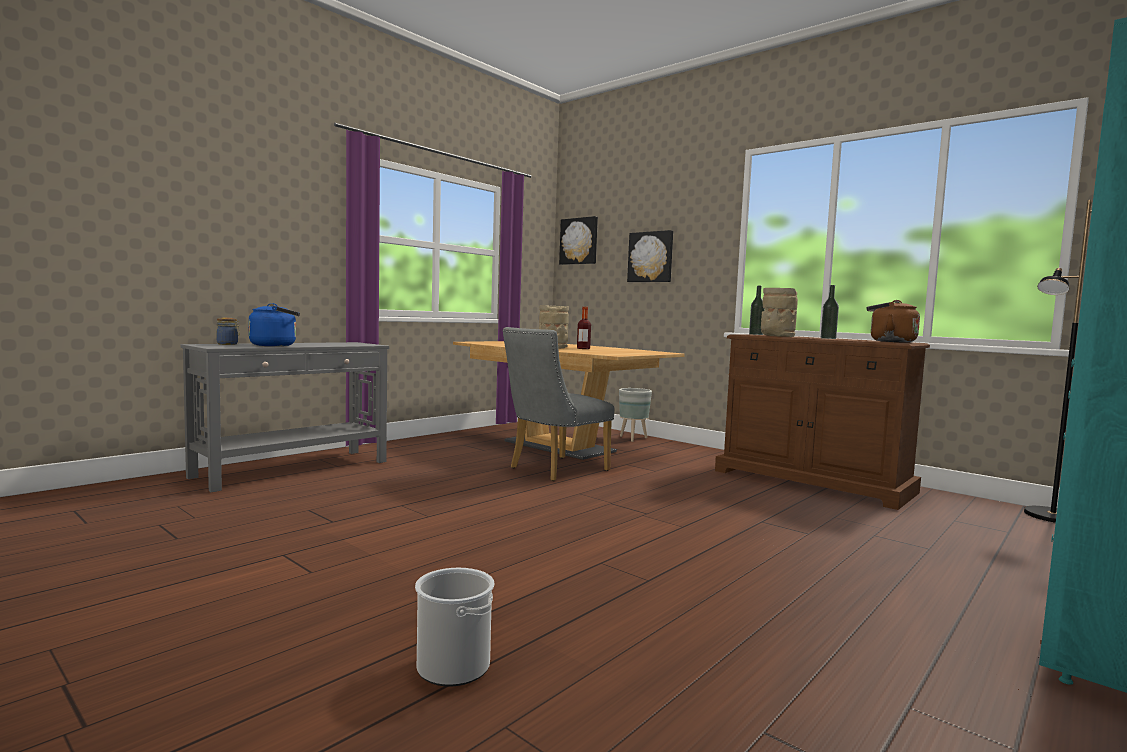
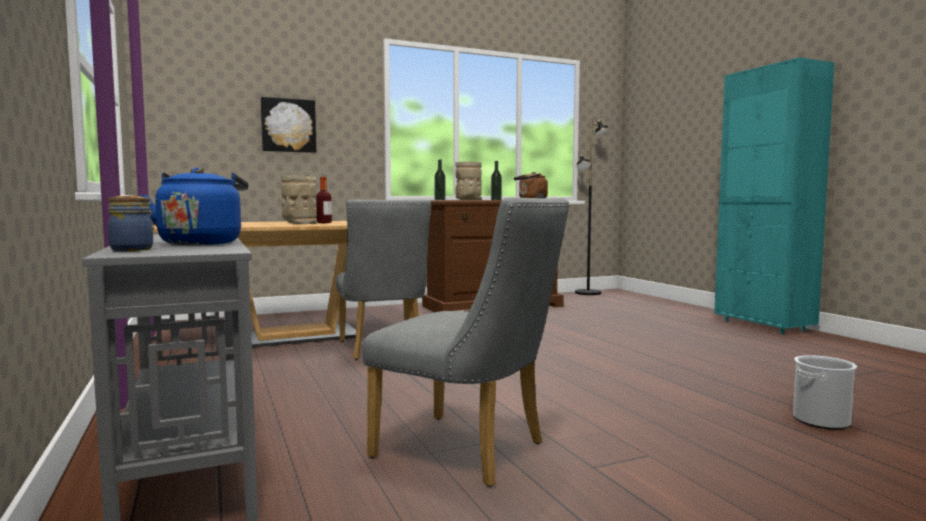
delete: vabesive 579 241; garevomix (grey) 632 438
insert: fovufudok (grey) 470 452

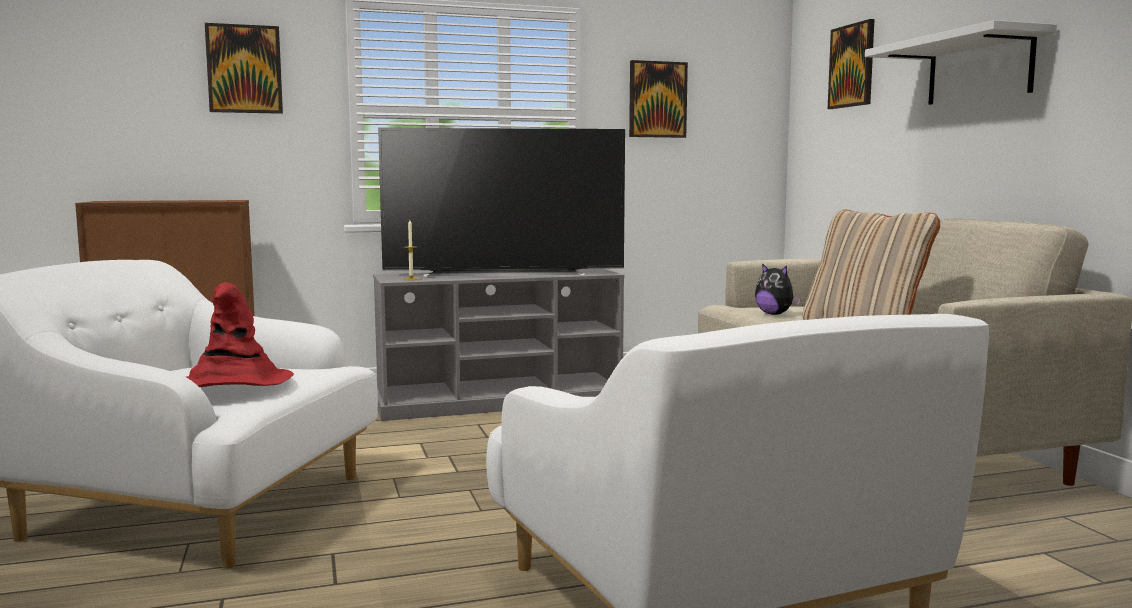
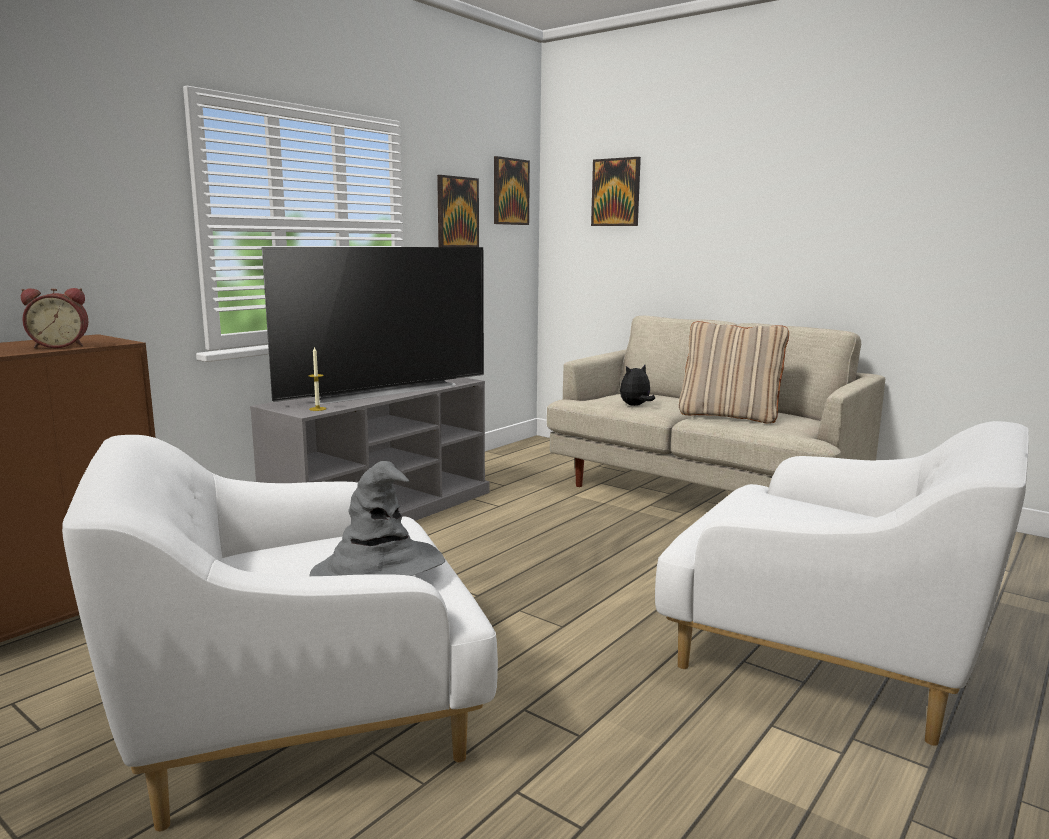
delete: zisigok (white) 979 69
insert: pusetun 60 346
move: vabesive 244 69 to 510 191
recolor: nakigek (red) 231 384 to nakigek (grey) 379 569
rotate: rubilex 775 314 = 635 406 135 degrees clockwise

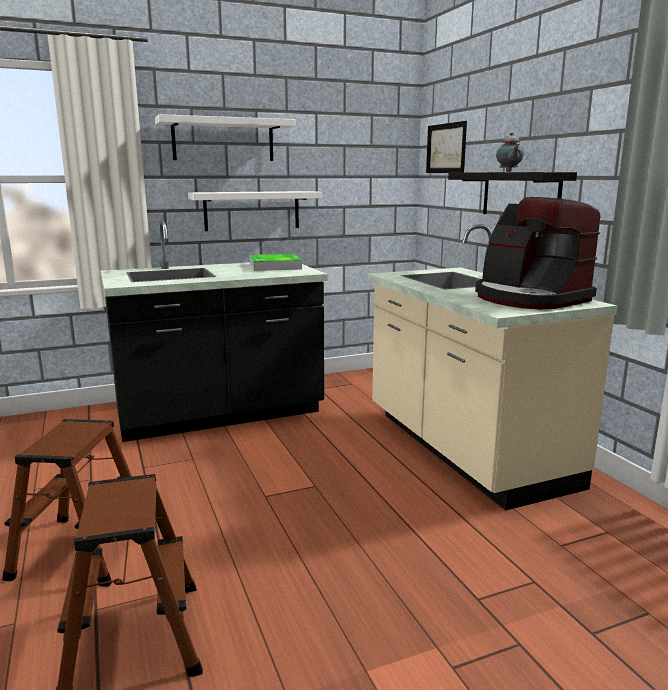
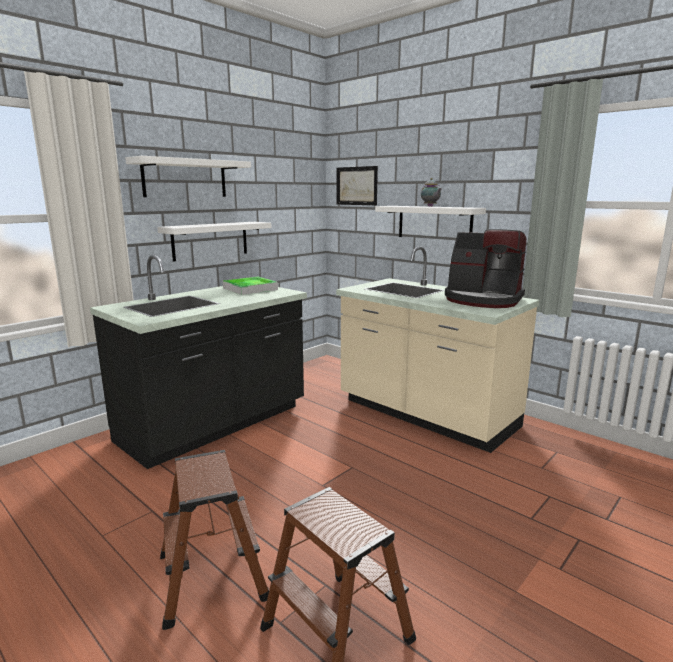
recolor: zisigok (black) 520 195 to zisigok (white) 434 223

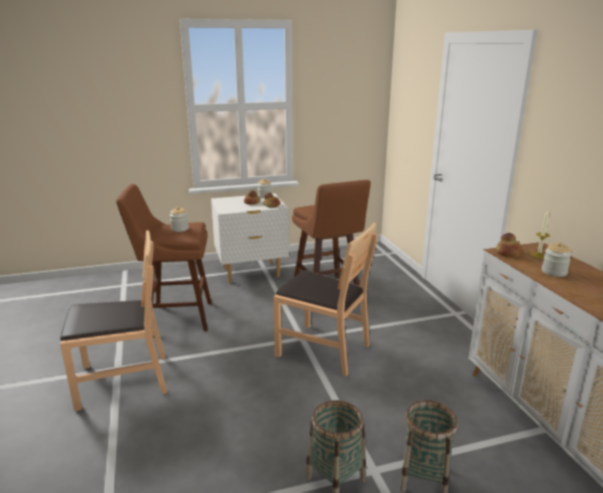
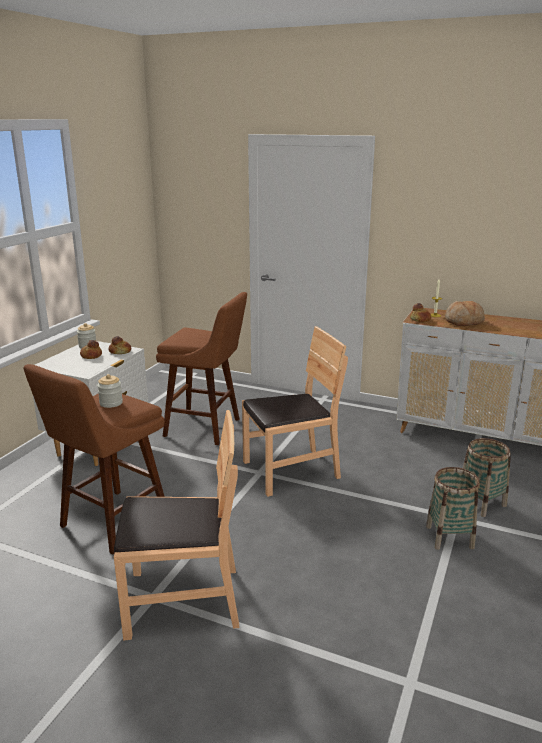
replace: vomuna 554 272 to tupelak 464 322
rotate: fovufudok (brown) 123 380 = 182 600 60 degrees clockwise

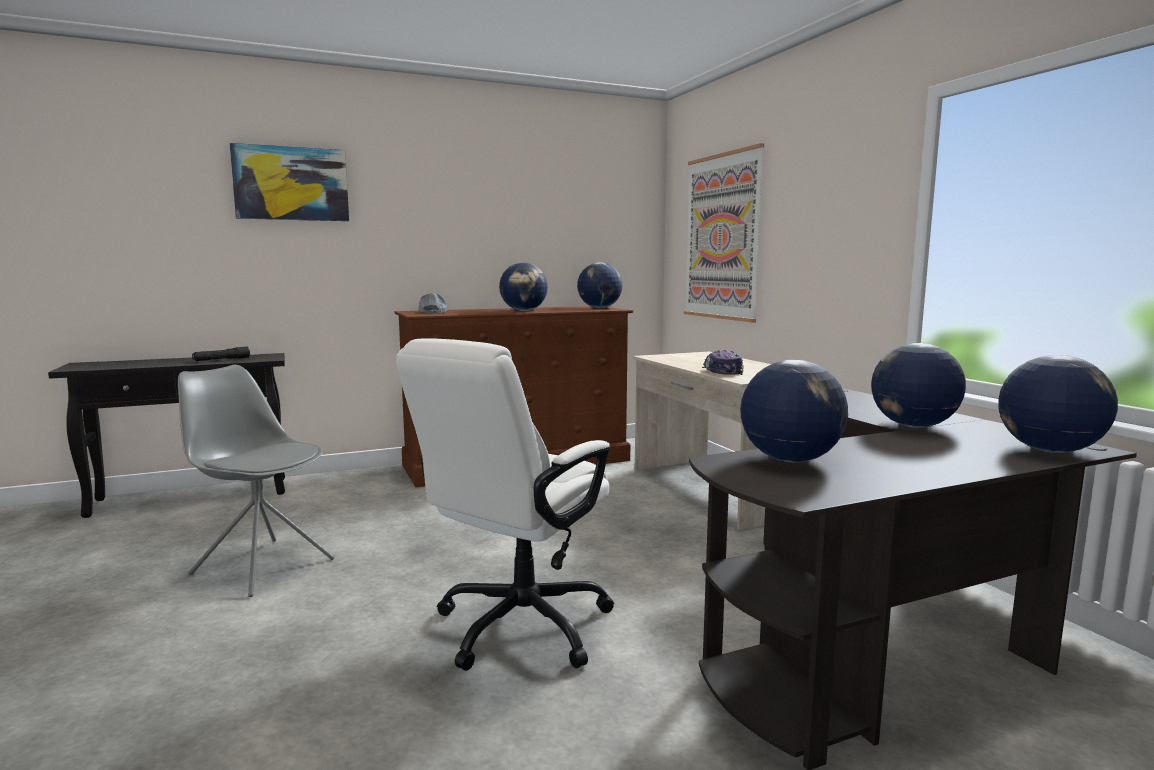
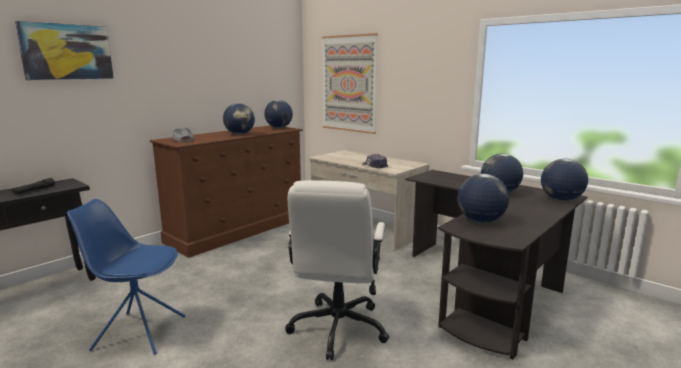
recolor: fovufudok (grey) 262 565 to fovufudok (blue) 138 332

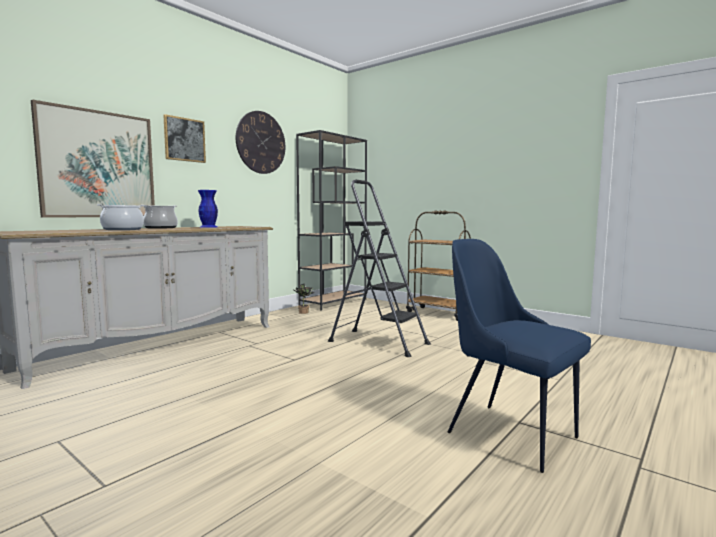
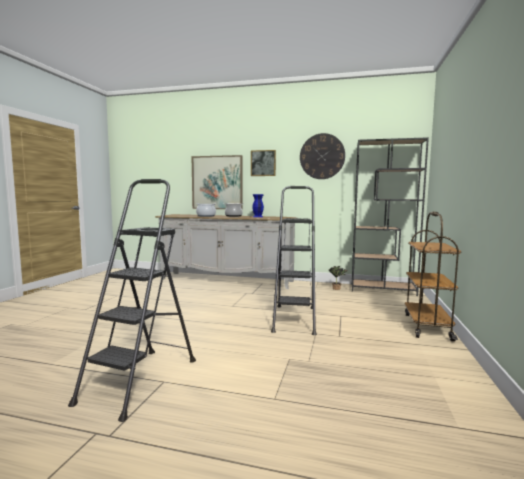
replace: fovufudok (blue) 510 435 to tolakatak 141 379

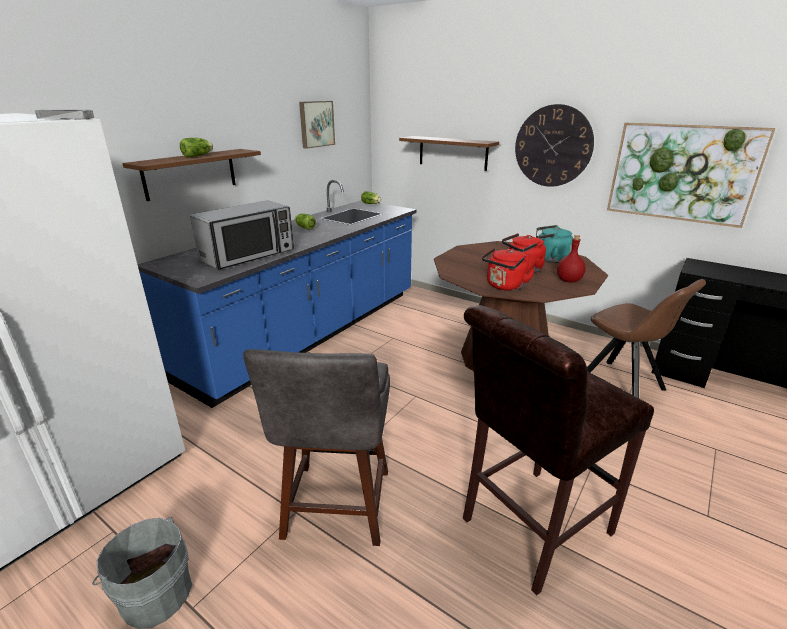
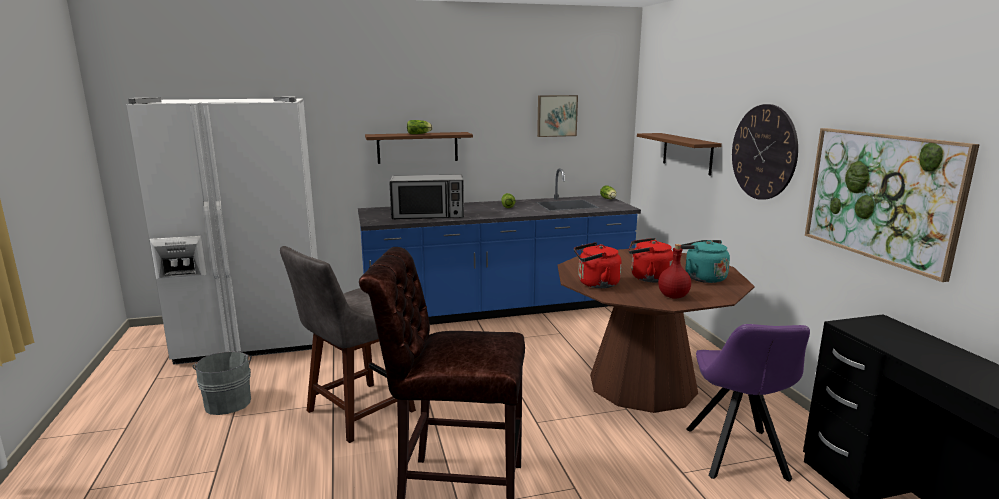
recolor: fovufudok (brown) 621 385 to fovufudok (purple) 736 454

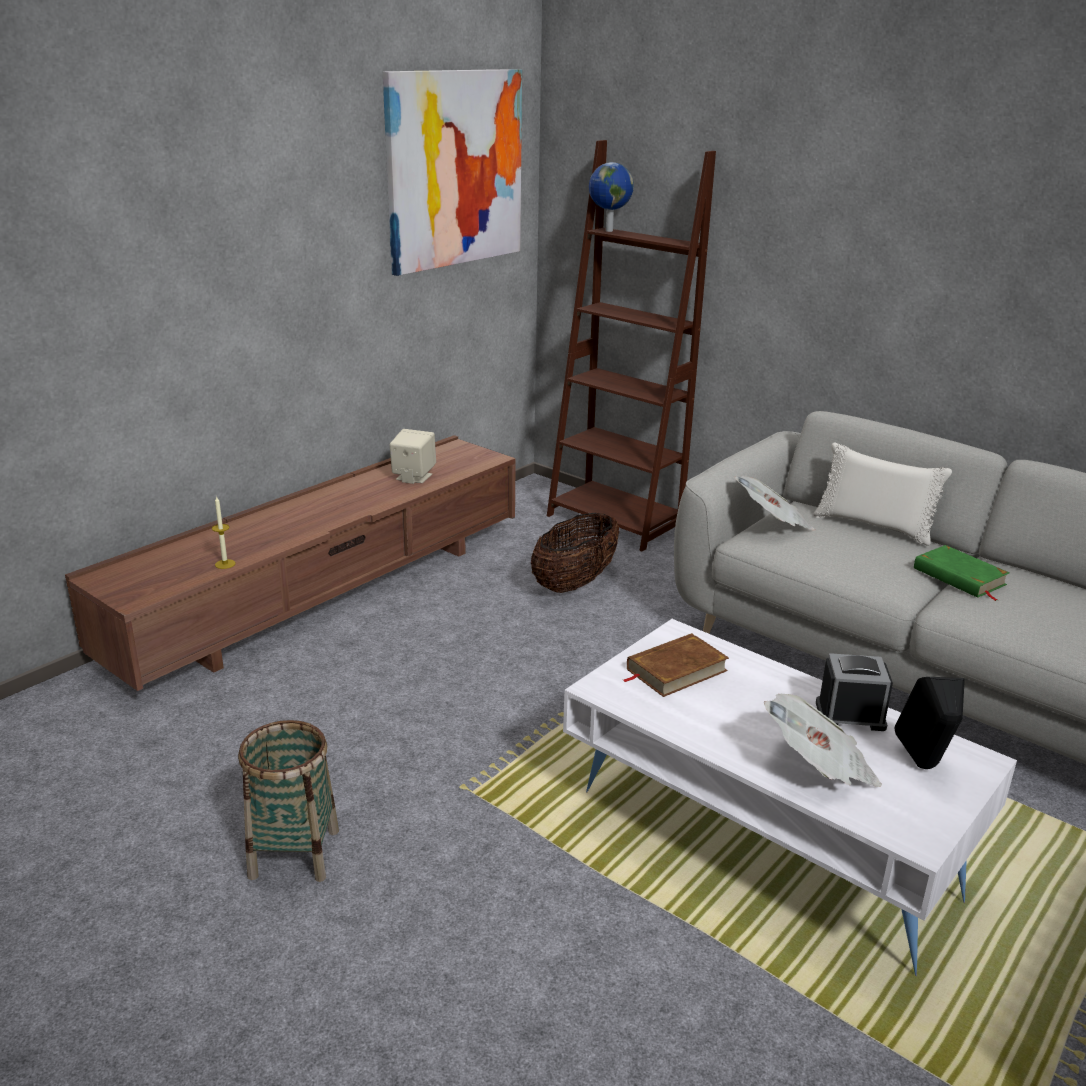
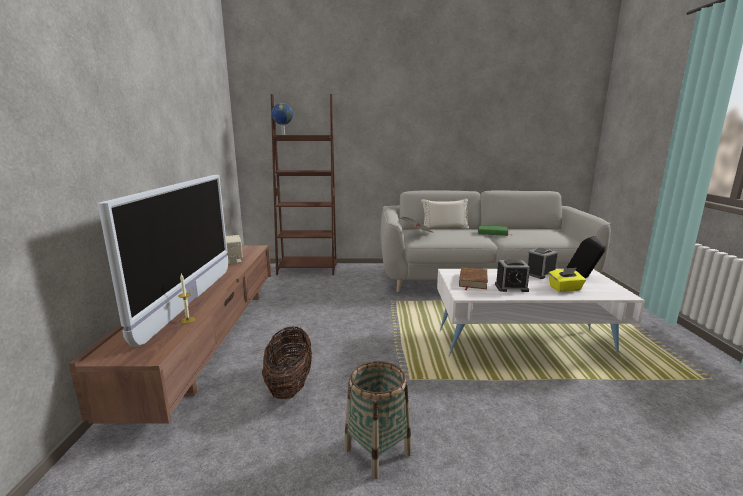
delete: vabesive 455 169
insert: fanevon 189 302; pusetun 511 287
move: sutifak 575 583 to 289 385
replace: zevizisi 819 767 to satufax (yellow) 565 289

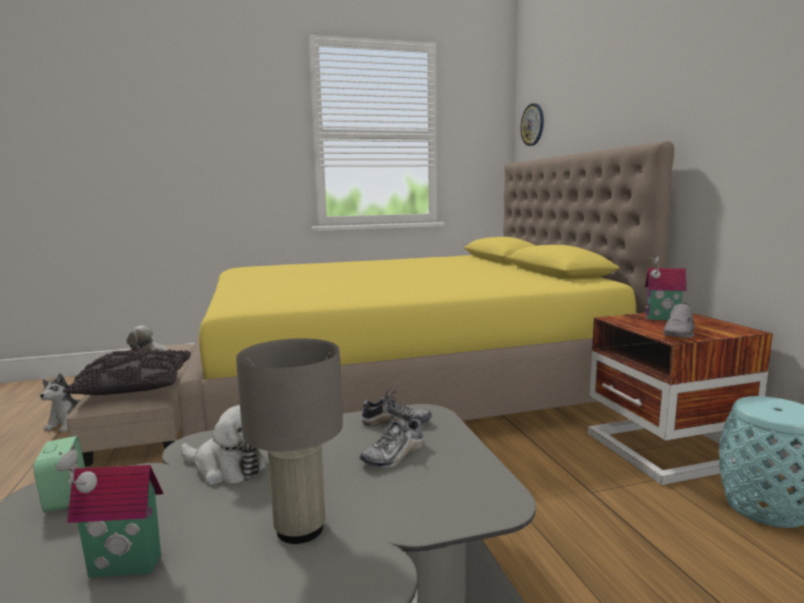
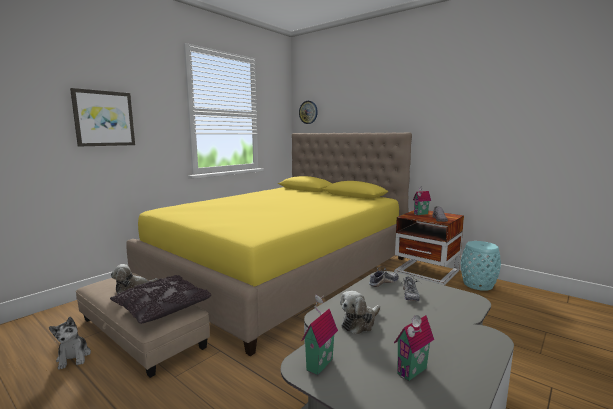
delete: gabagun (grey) 300 528
insert: vabesive 104 118
replace: pusetun 65 498 to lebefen 318 363
rotate: rubilex 226 468 = 359 323 150 degrees clockwise

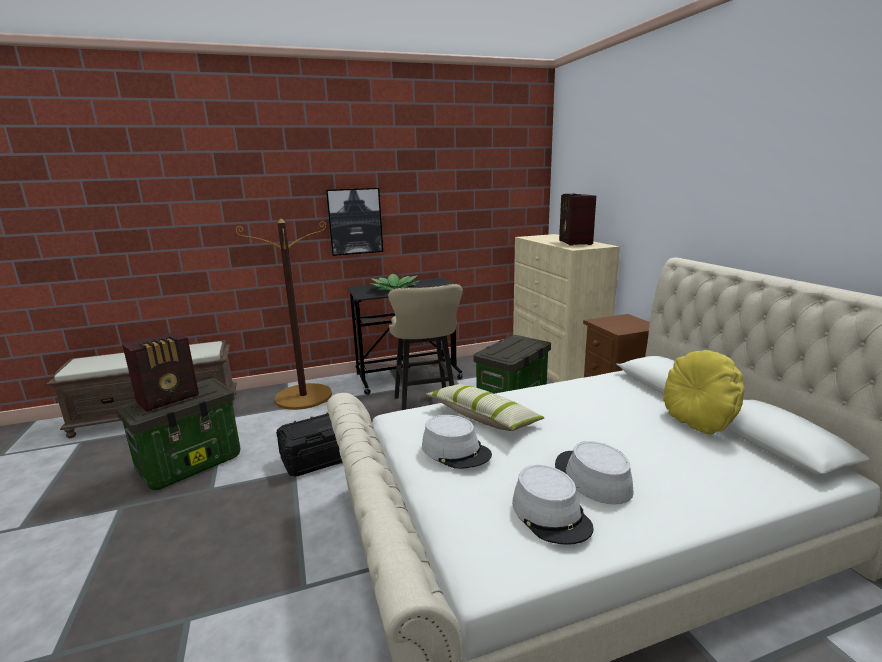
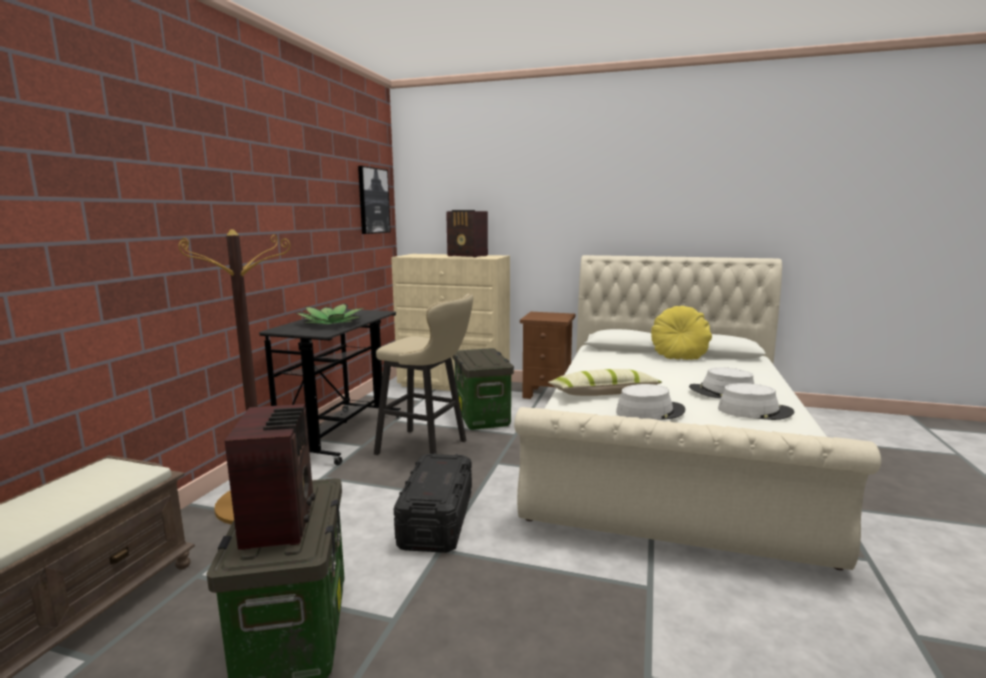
move: vabesive 355 221 to 373 201

